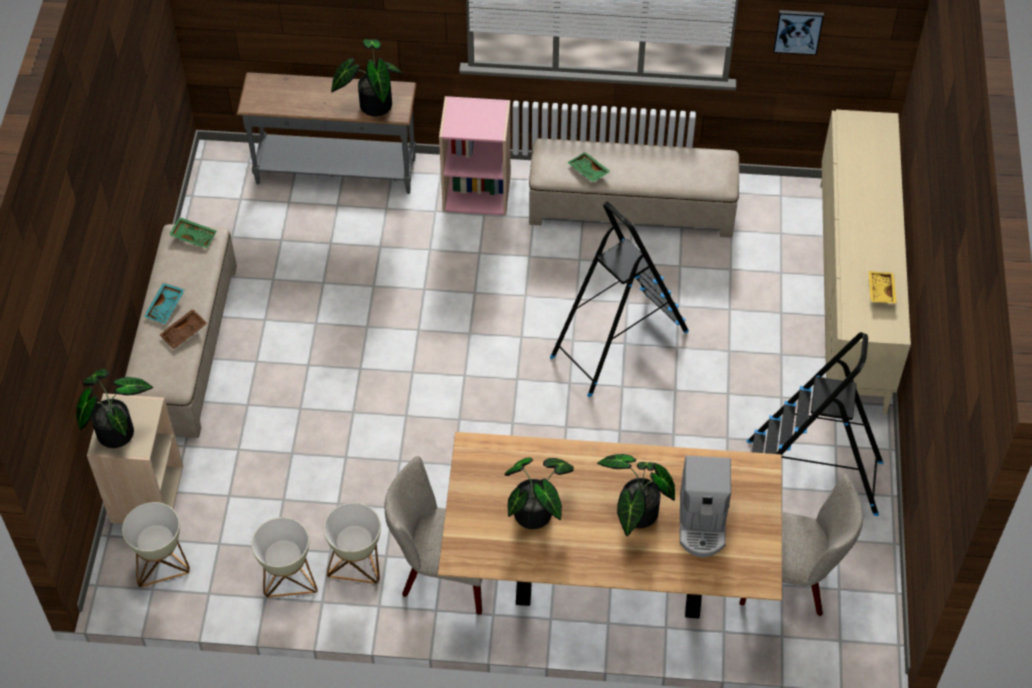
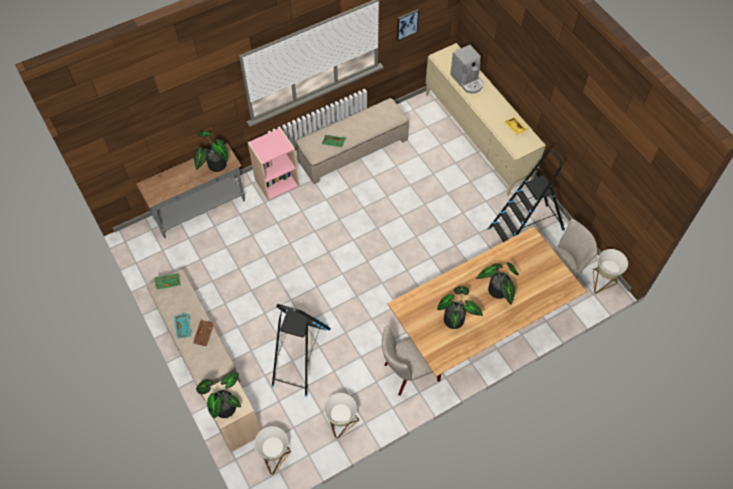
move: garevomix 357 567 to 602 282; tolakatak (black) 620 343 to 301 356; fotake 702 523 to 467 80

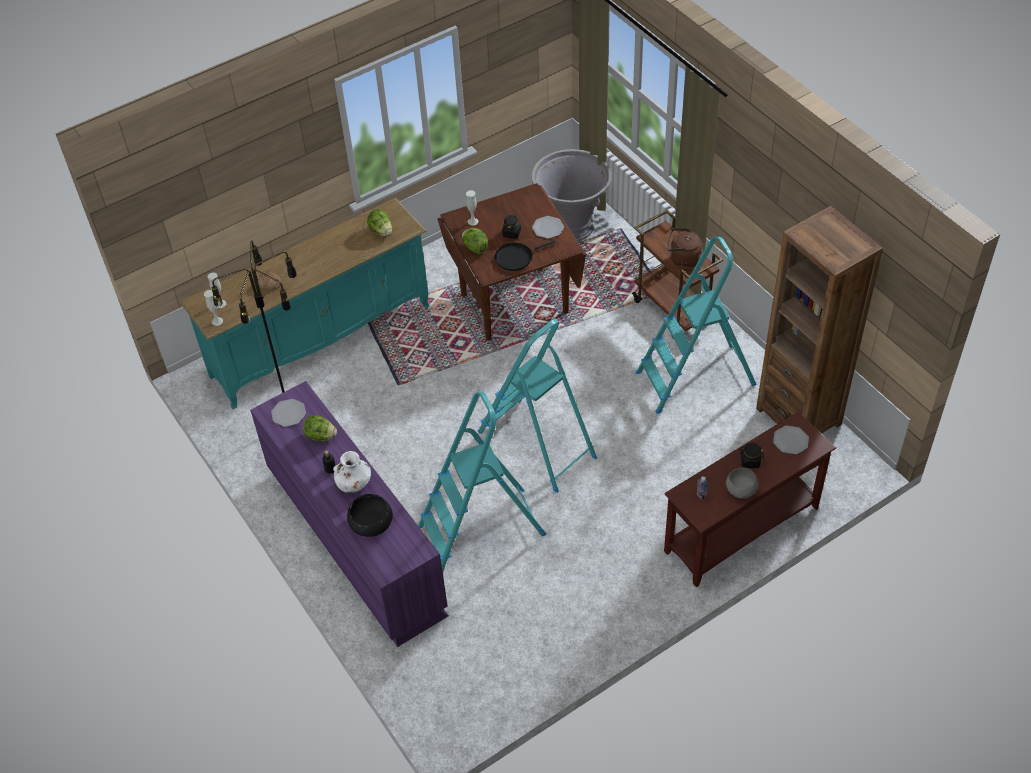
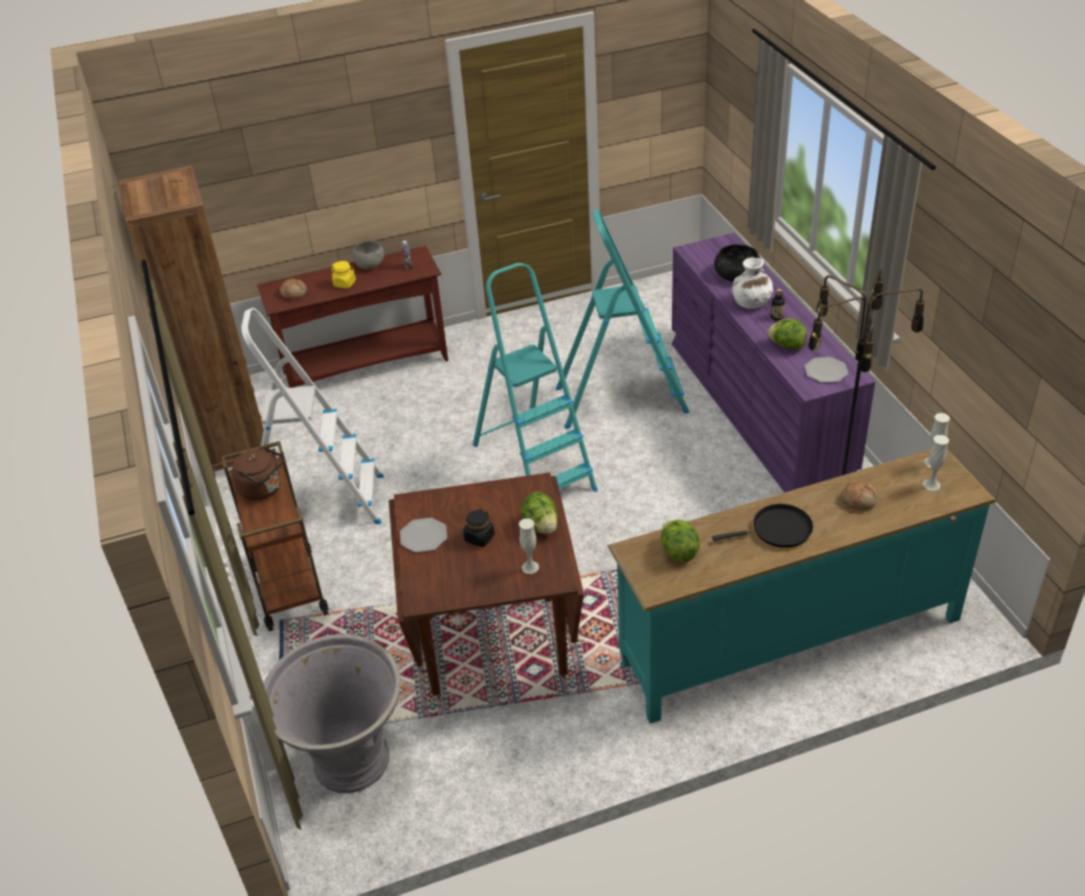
move: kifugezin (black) 516 257 to 777 530
replace: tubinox 790 440 to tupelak 294 293
recolor: tolakatak (turquoise) 694 379 to tolakatak (white) 316 504; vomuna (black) 750 461 to vomuna (yellow) 345 284

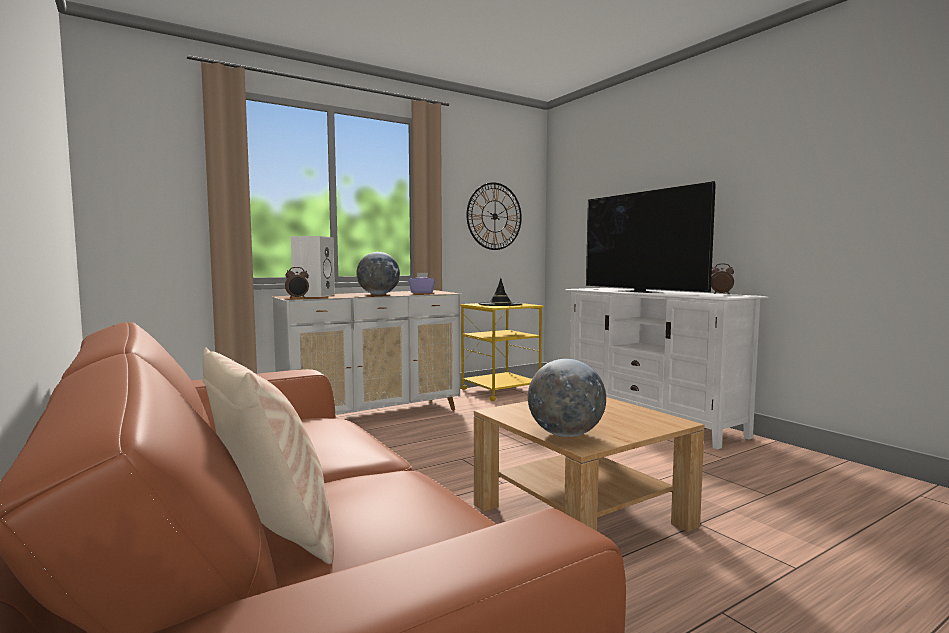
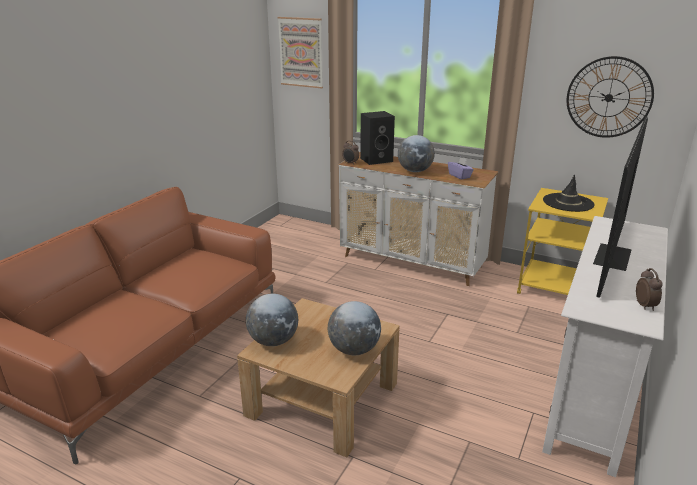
delete: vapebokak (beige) 272 530
insert: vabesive 301 52; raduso 354 350
recolor: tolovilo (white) 313 295 to tolovilo (black) 377 159

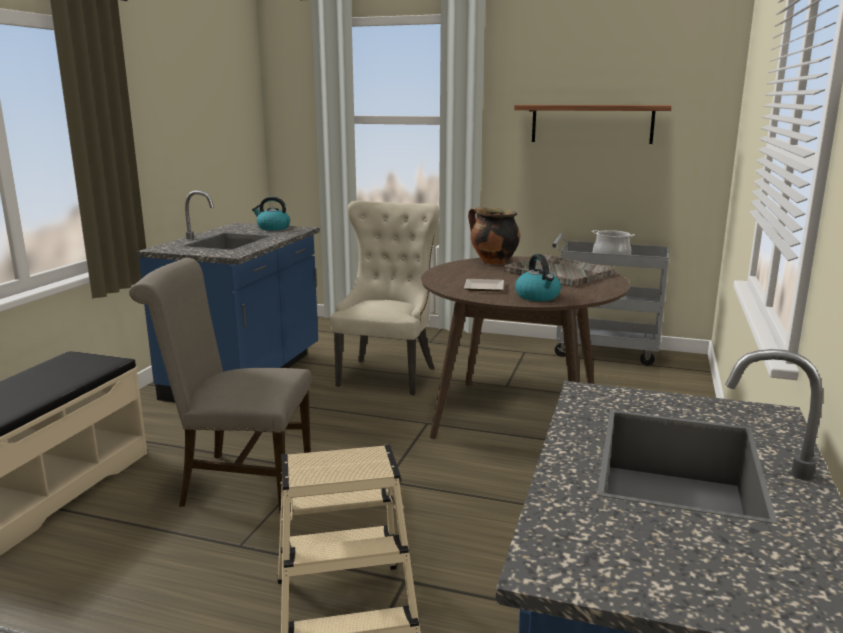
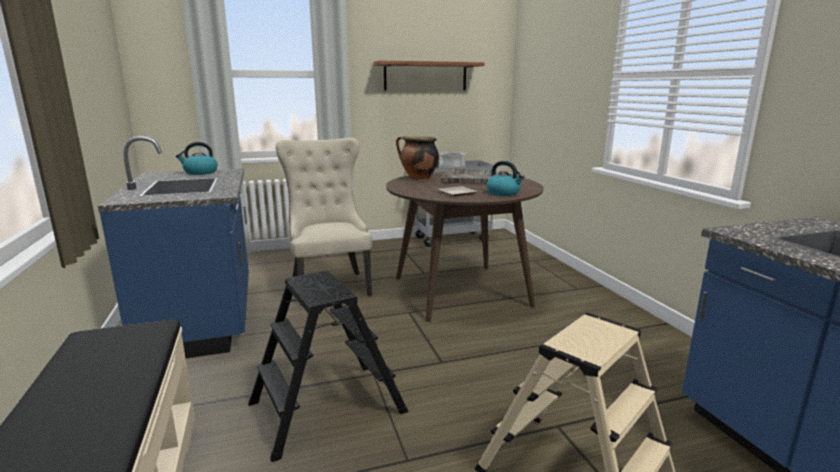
replace: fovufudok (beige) 239 481 to tolakatak (black) 327 407

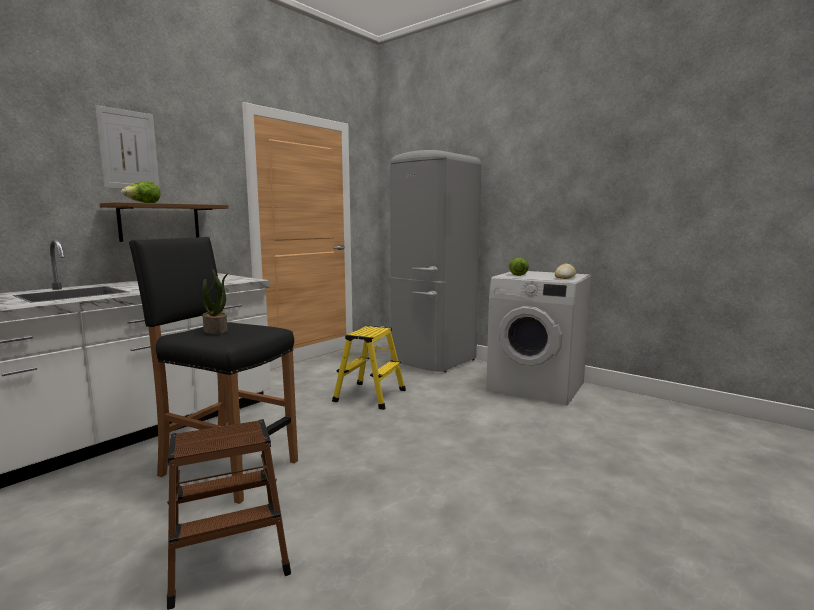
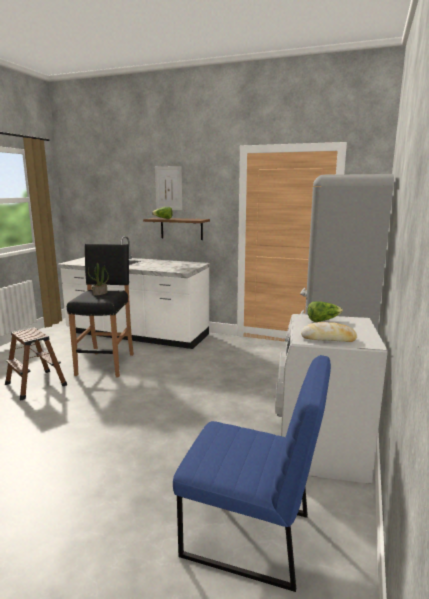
delete: tolakatak (yellow) 370 395
insert: fovufudok (blue) 251 536

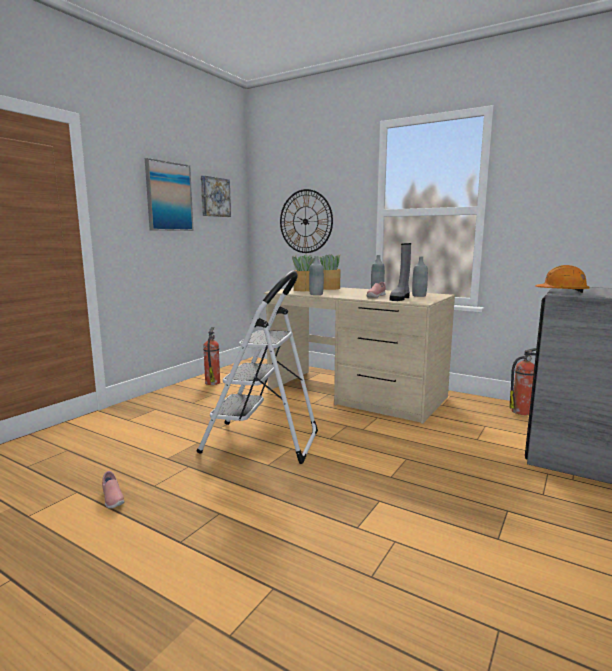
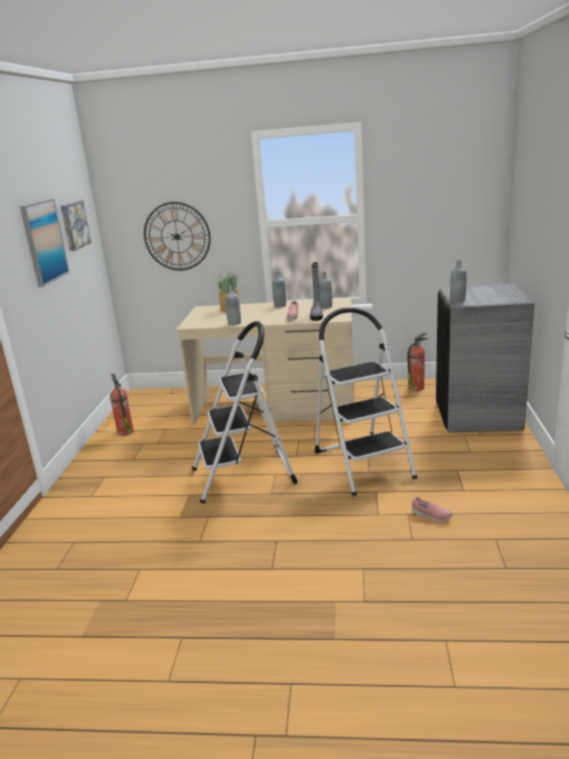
delete: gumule 303 290
insert: tolakatak 362 463
move: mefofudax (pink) 112 499 to 431 516
replace: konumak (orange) 562 292 to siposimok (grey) 457 301

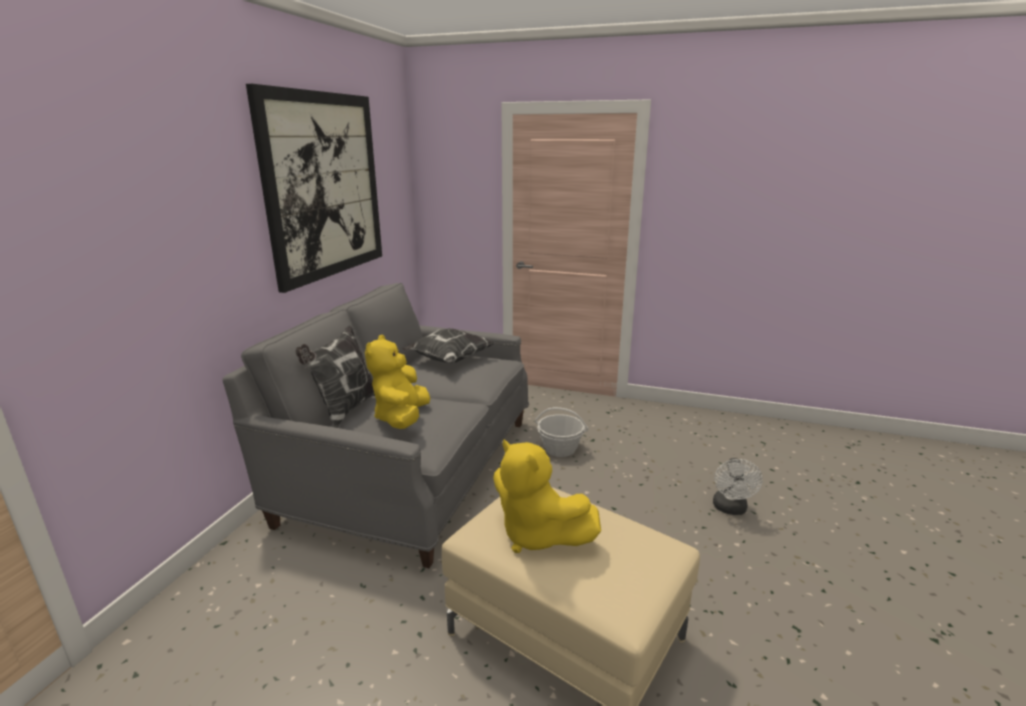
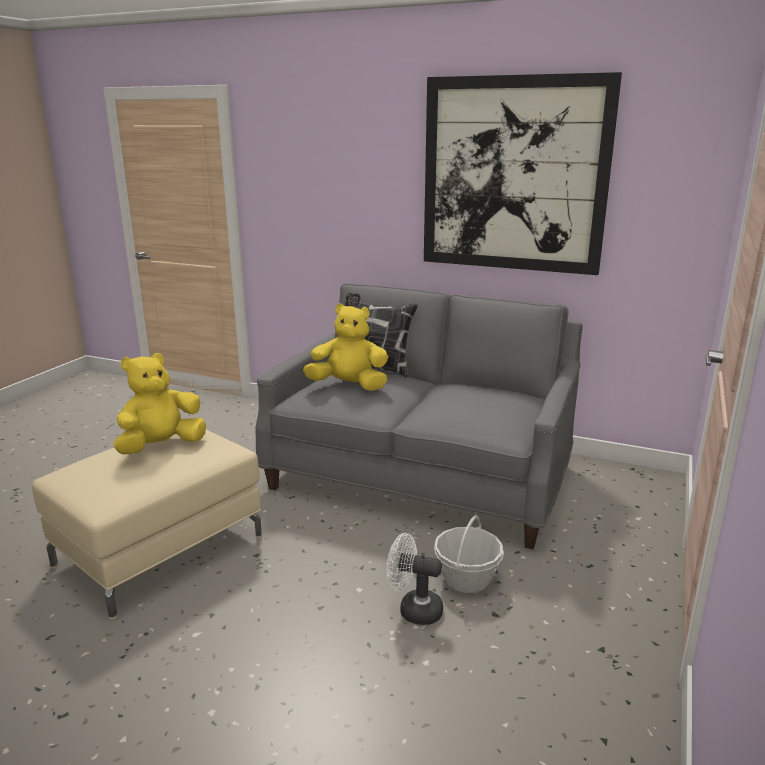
delete: vapebokak 447 360
move: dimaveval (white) 730 509 to 413 610

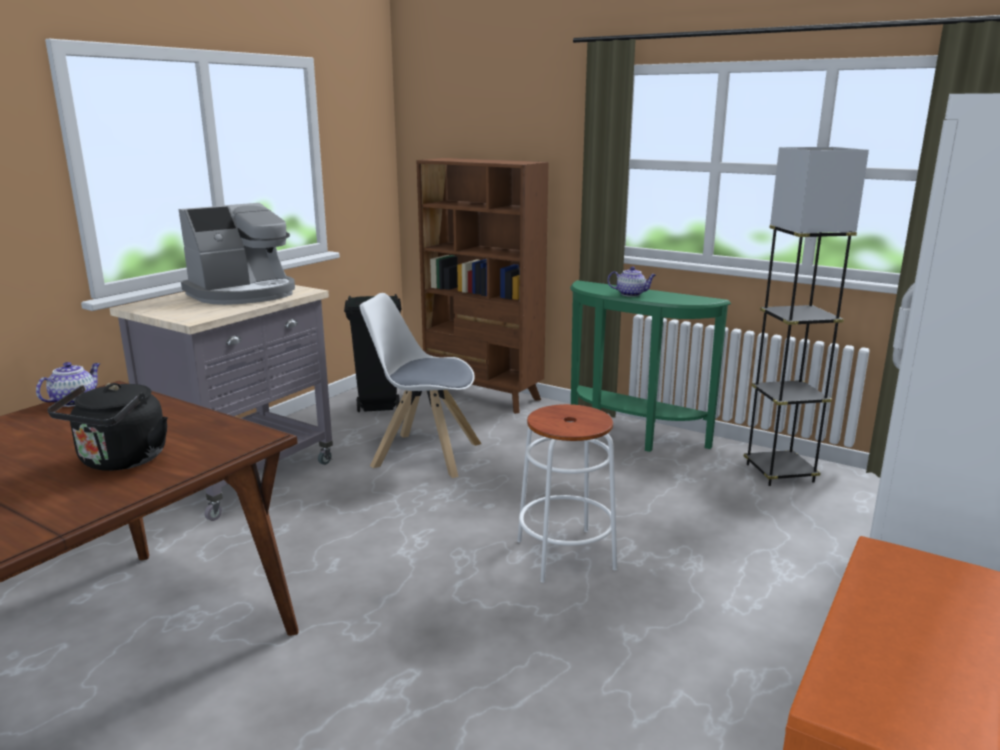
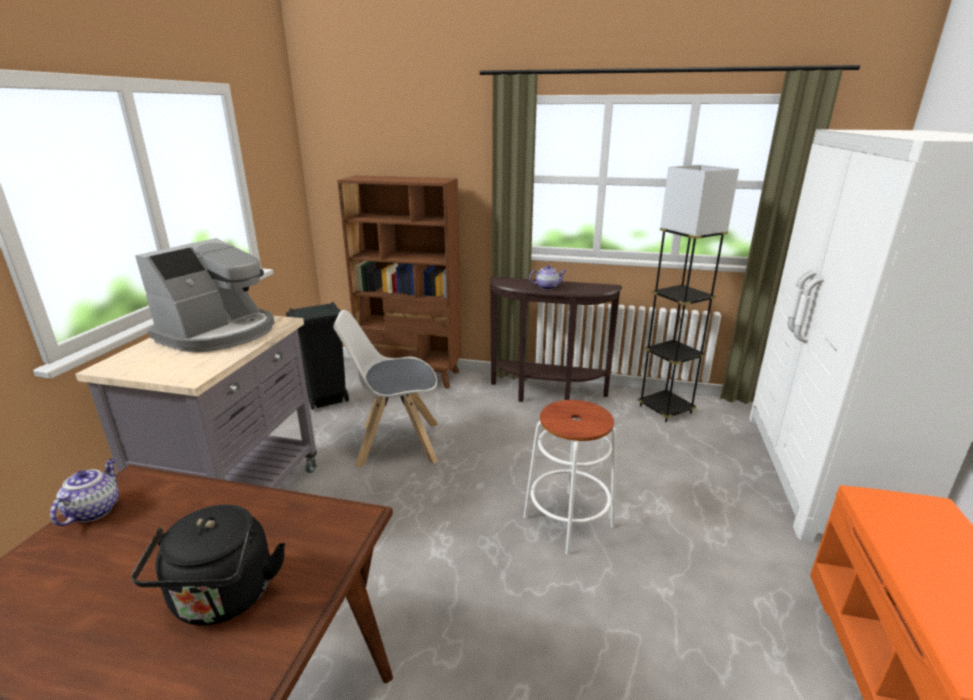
recolor: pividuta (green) 631 437 to pividuta (brown) 546 396

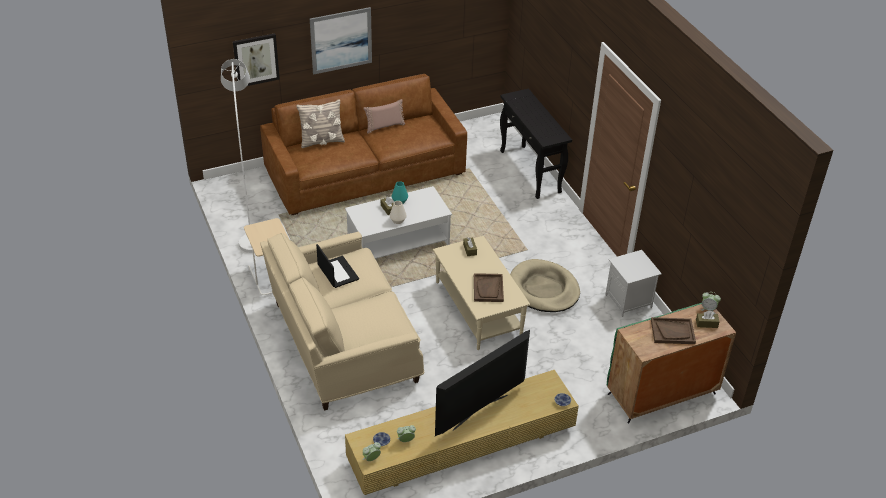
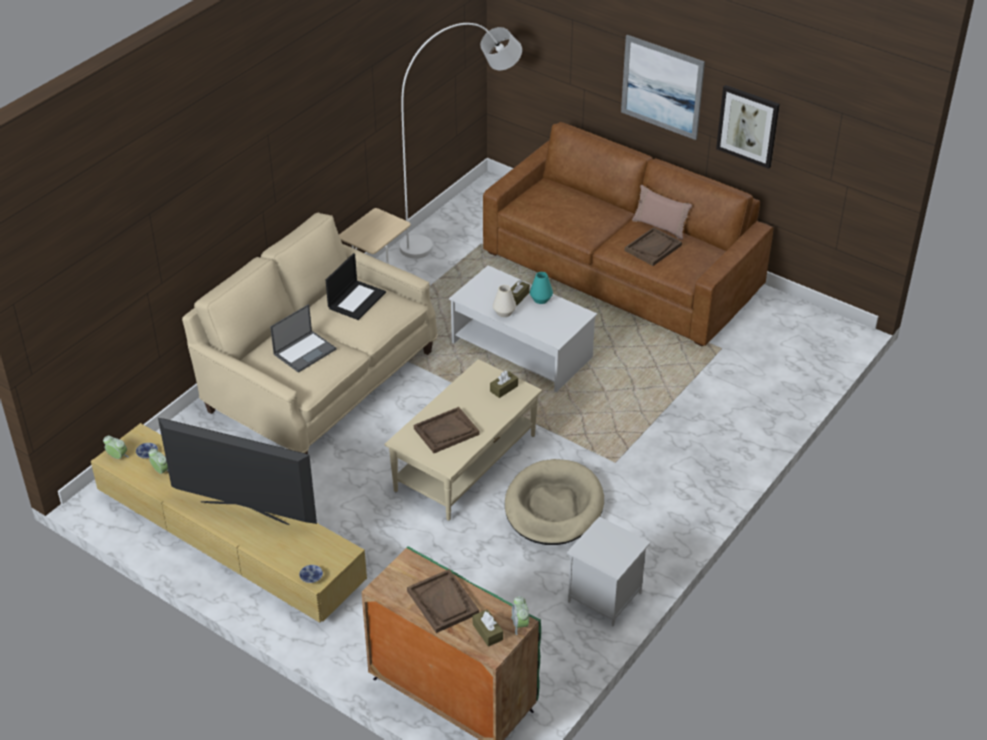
delete: vapebokak (beige) 322 141; pividuta (black) 530 172
insert: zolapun 305 351; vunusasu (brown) 653 248
move: vabesive 256 60 to 748 126

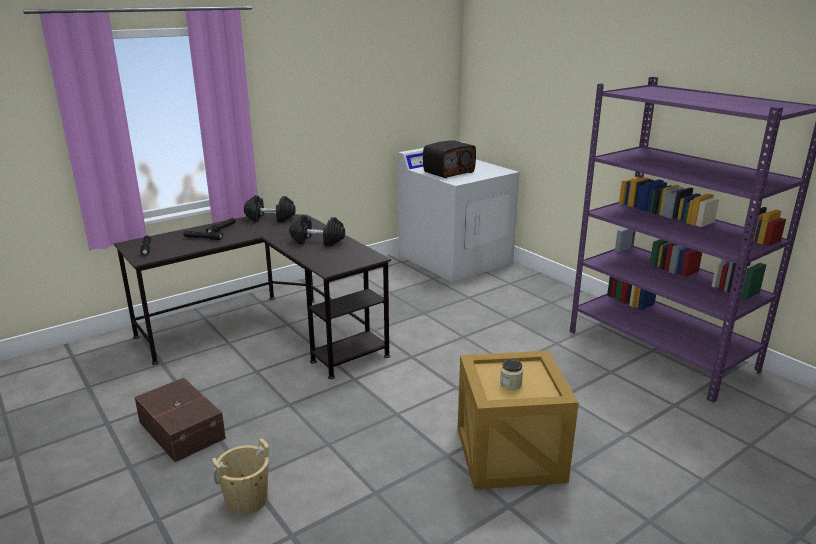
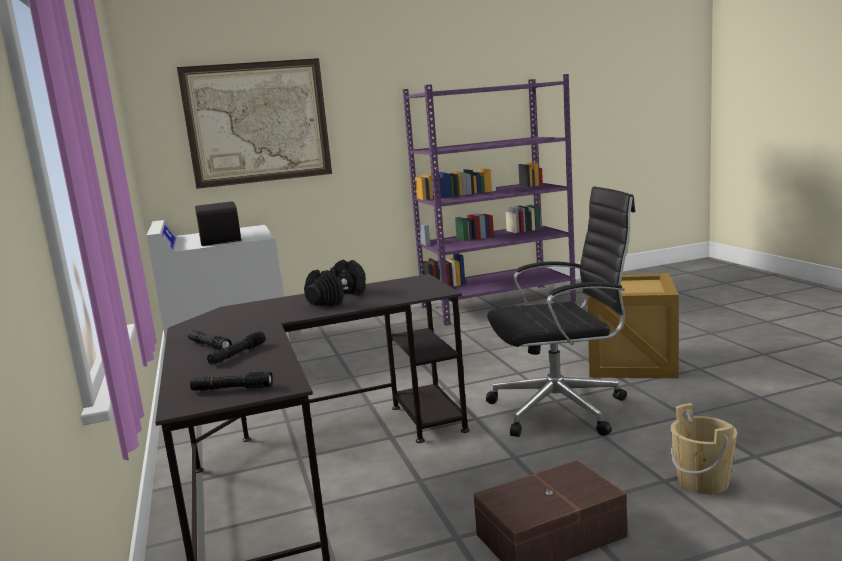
delete: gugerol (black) 270 218; vomuna 510 384
insert: vabesive 257 123; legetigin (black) 562 409

